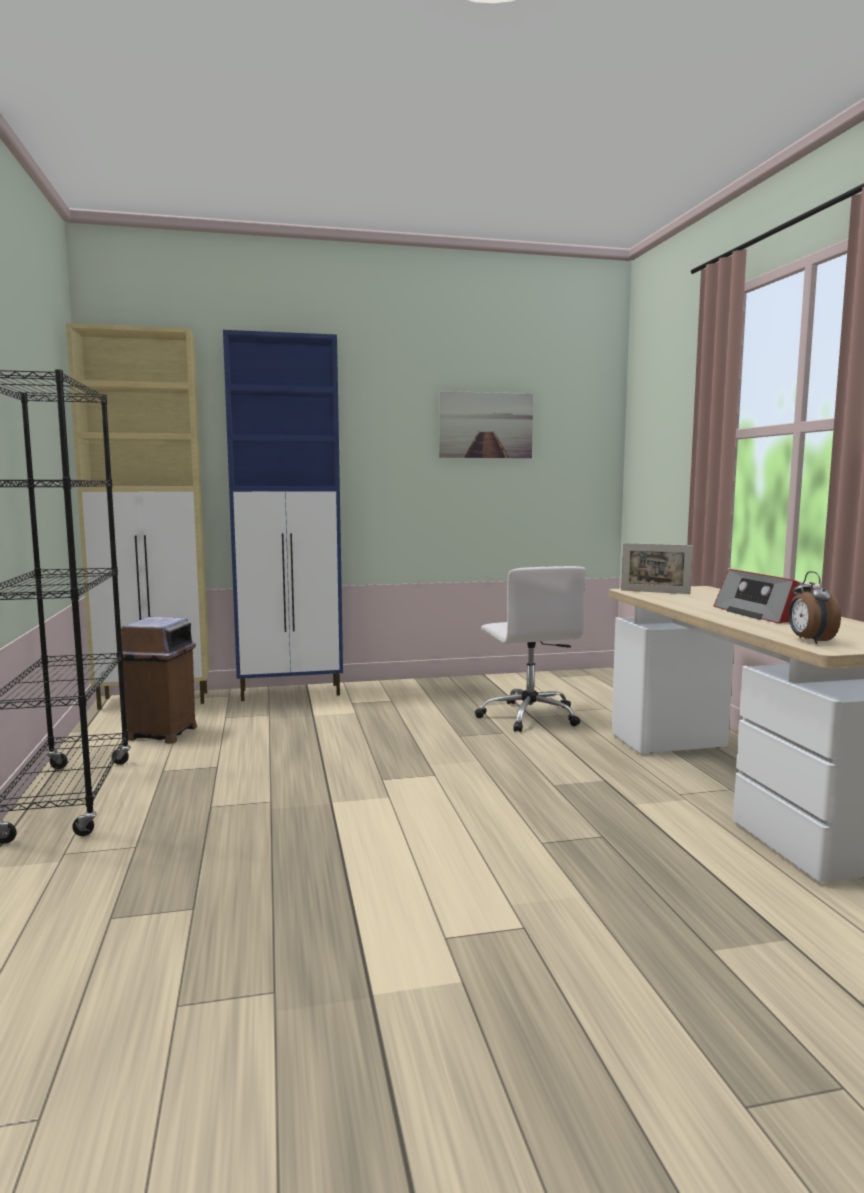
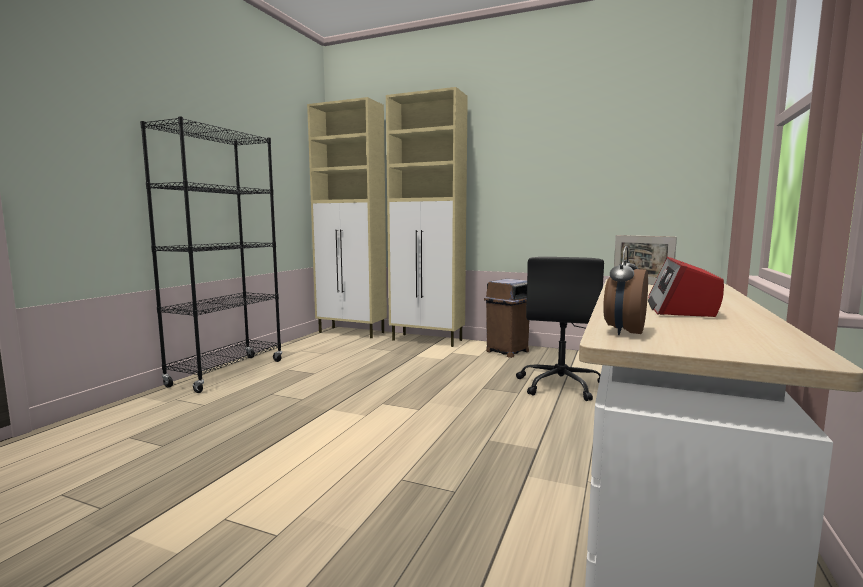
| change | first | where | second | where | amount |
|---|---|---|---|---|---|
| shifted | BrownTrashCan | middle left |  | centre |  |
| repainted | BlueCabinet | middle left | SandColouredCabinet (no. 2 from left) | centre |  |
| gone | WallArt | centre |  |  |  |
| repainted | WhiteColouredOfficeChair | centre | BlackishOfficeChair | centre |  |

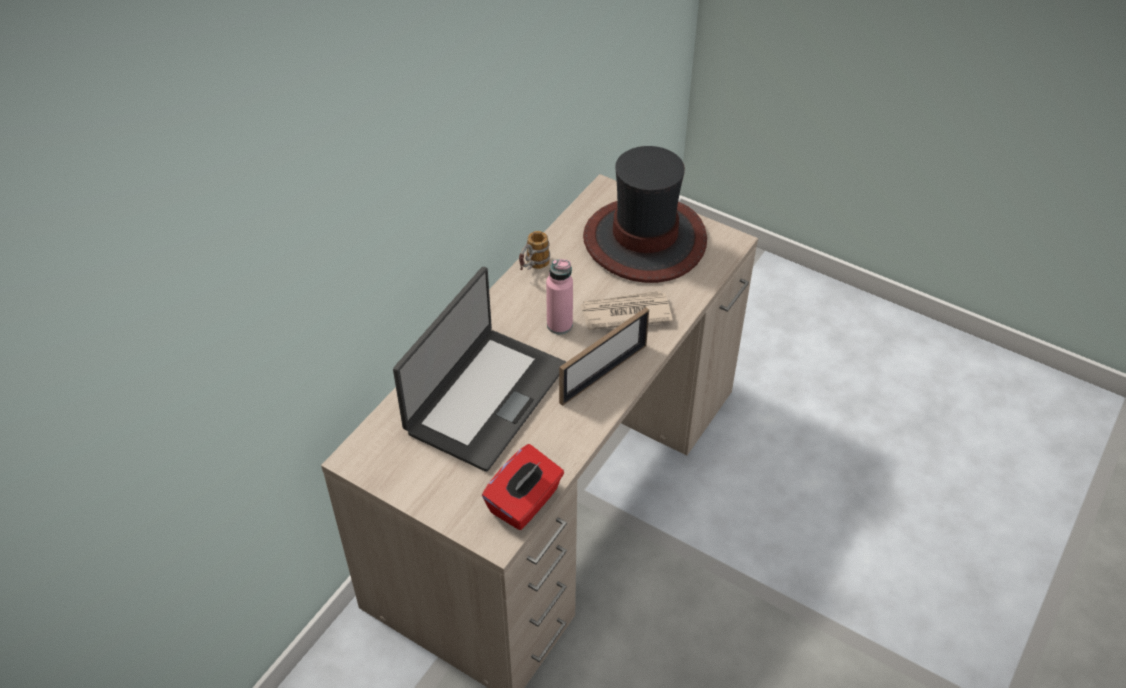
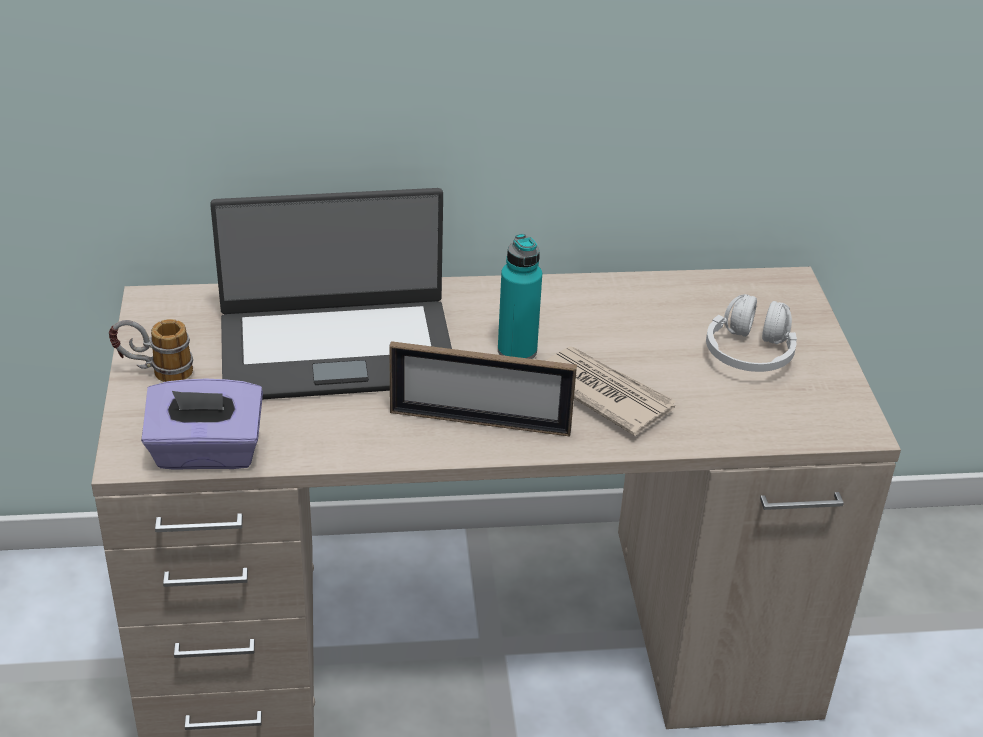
| change | first | where | second | where | amount |
|---|---|---|---|---|---|
| repainted | RedBoxOfTissues | bottom centre | PurpleColouredBoxOfTissues | middle left |  |
| shifted | Mug | centre |  | middle left |  |
| repainted | PinkColouredBeverageBottle | centre | BlueGreenBeverageBottle | centre |  |
| swapped | Hat | top centre | WhiteColouredHeadphones | middle right |  |

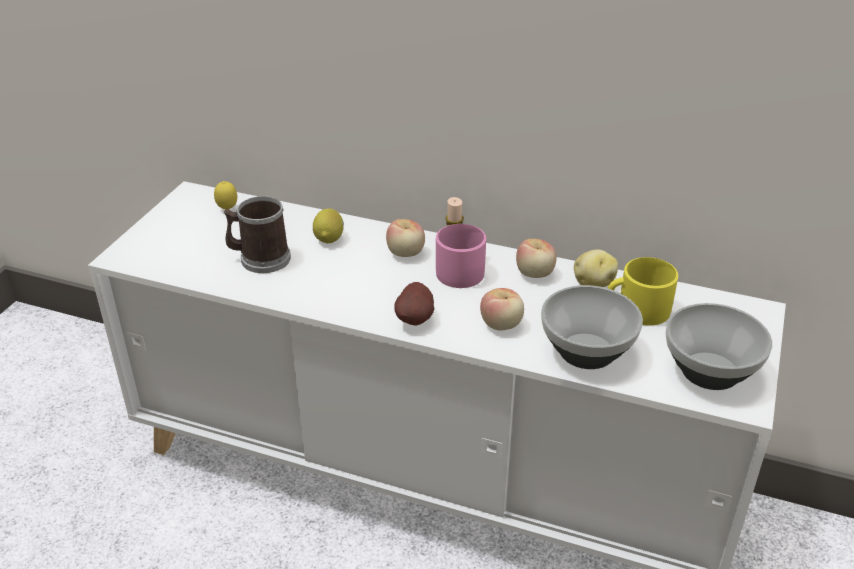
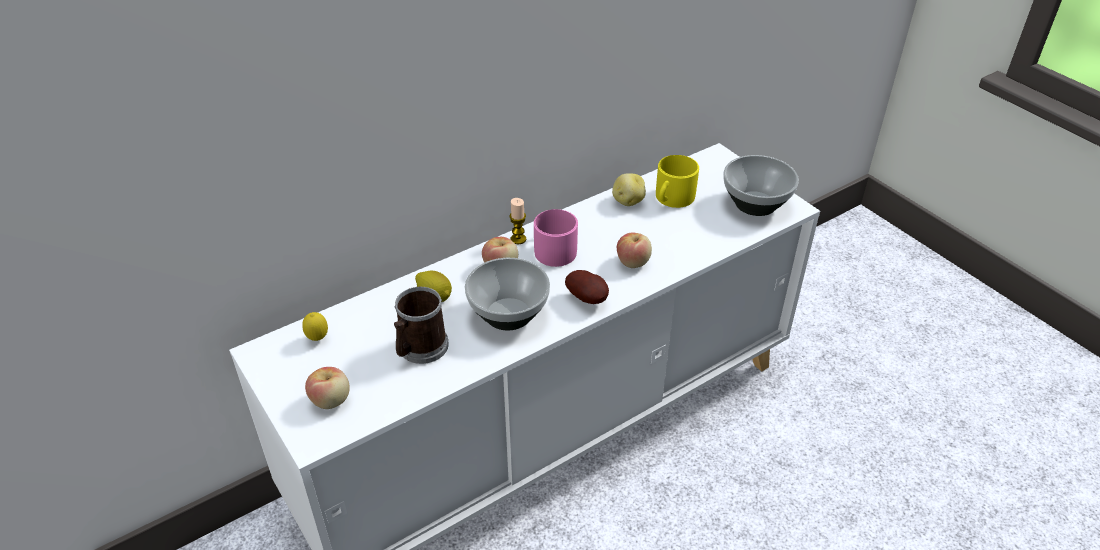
| change | first | where | second | where | amount |
|---|---|---|---|---|---|
| shifted | Apple (no. 3 from left in the first image) | centre | Apple (no. 1 from left) | bottom left |  |
| shifted | DeepDish (no. 1 from left) | middle right |  | centre |  |

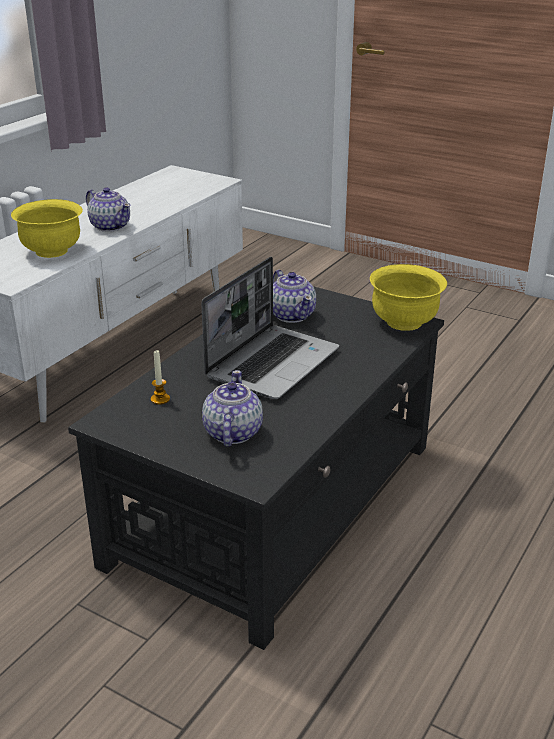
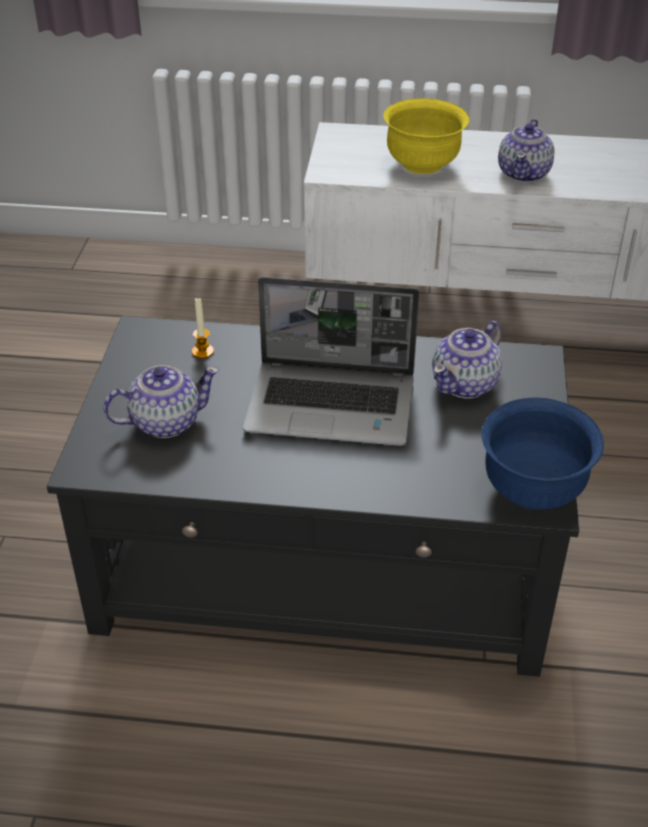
| change | first | where | second | where | amount |
|---|---|---|---|---|---|
| repainted | YellowishDeepDish (no. 2 from left) | middle right | BlueDeepDish | middle right |  |

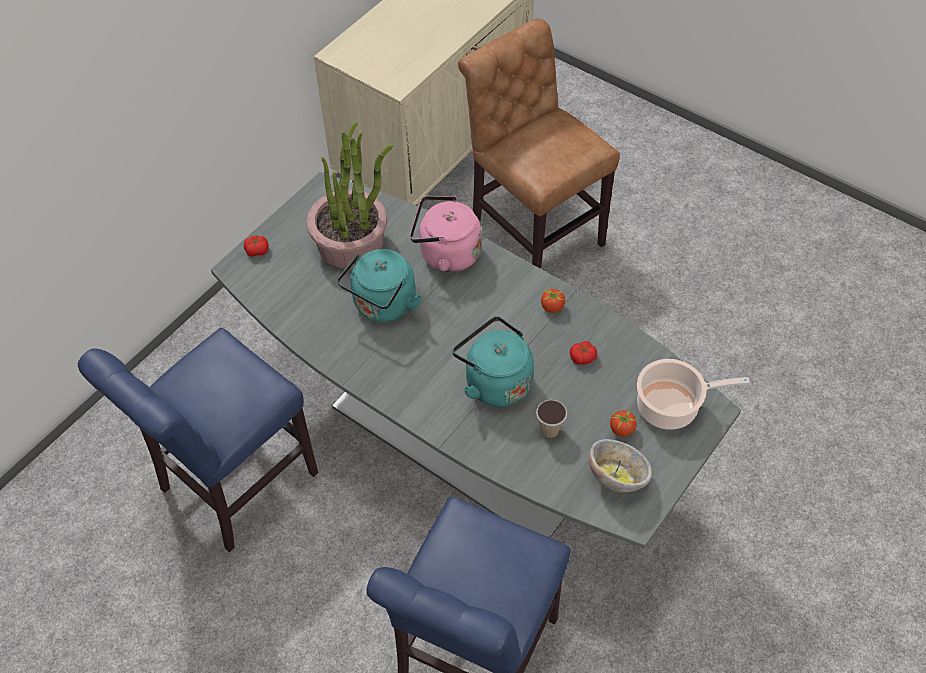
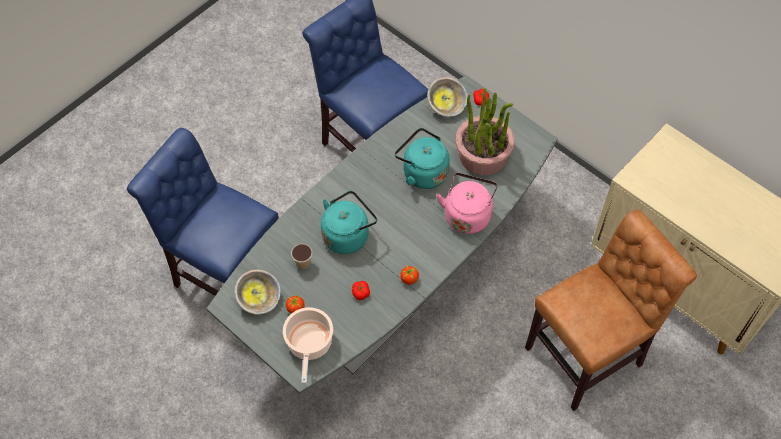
| change | first | where | second | where | amount |
|---|---|---|---|---|---|
| new |  |  | DeepDish (no. 2 from left) | top centre |  |

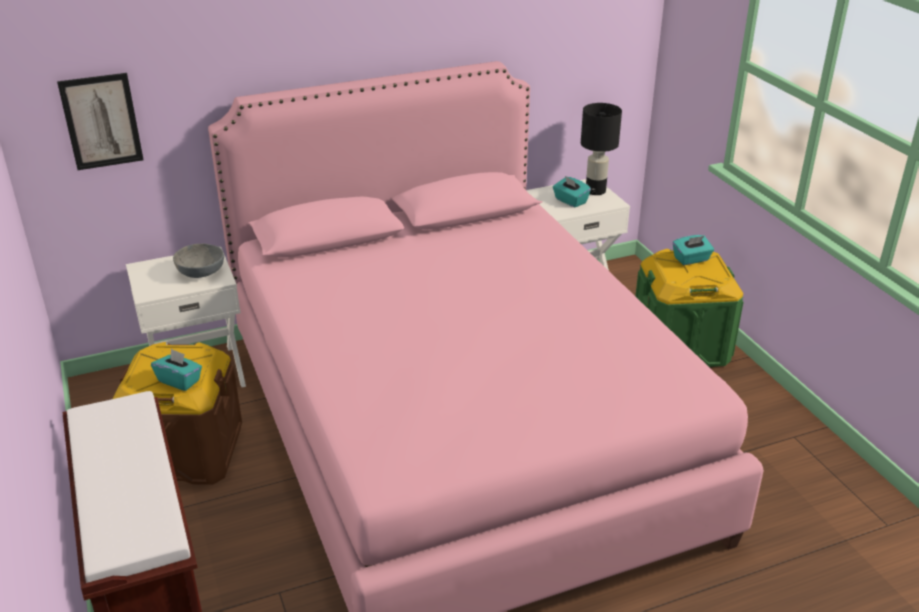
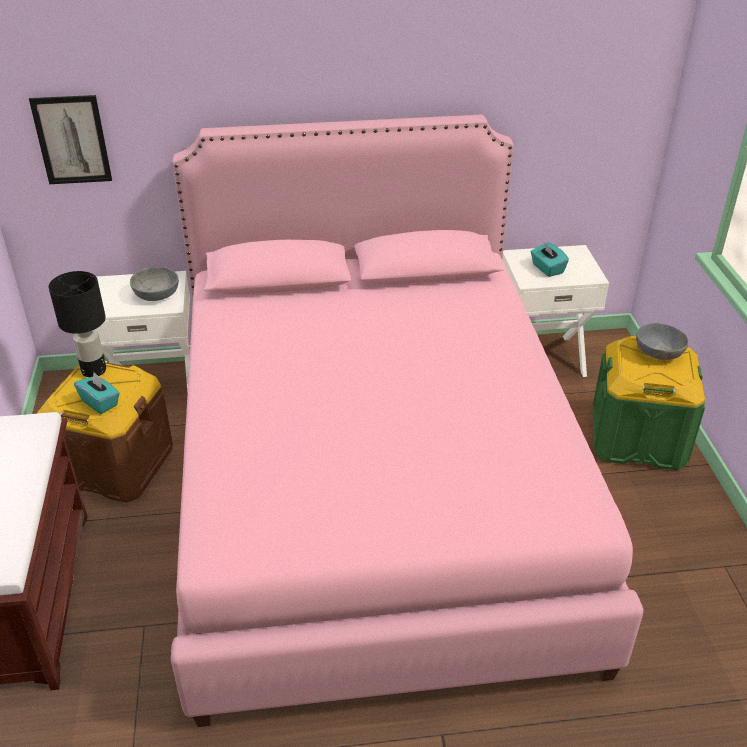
| change | first | where | second | where | amount |
|---|---|---|---|---|---|
| shifted | BlackishTableLamp | top centre |  | middle left |  |
| swapped | BlueGreenBoxOfTissues (no. 3 from left) | middle right | GreyDeepDish (no. 2 from left) | middle right |  |

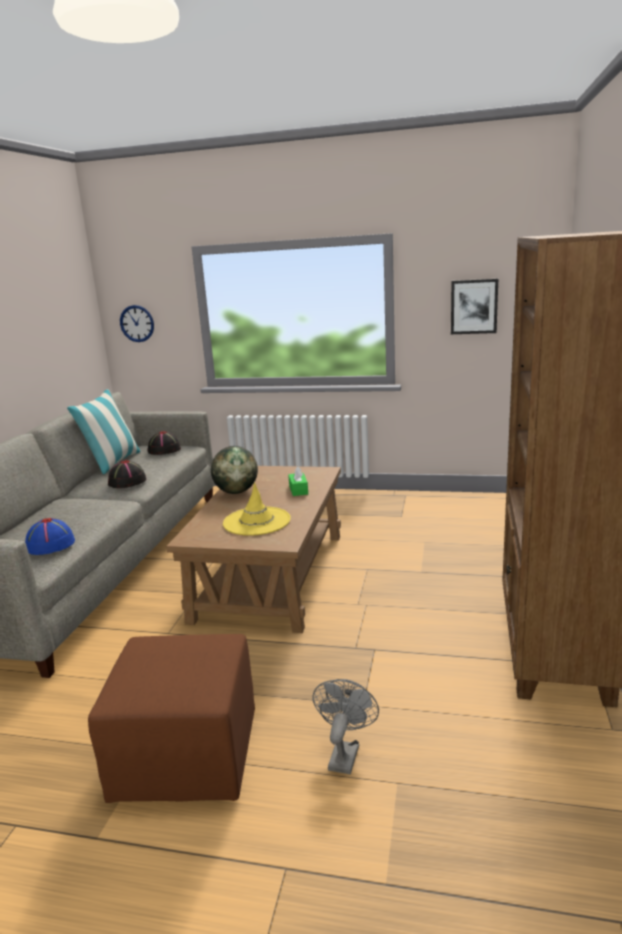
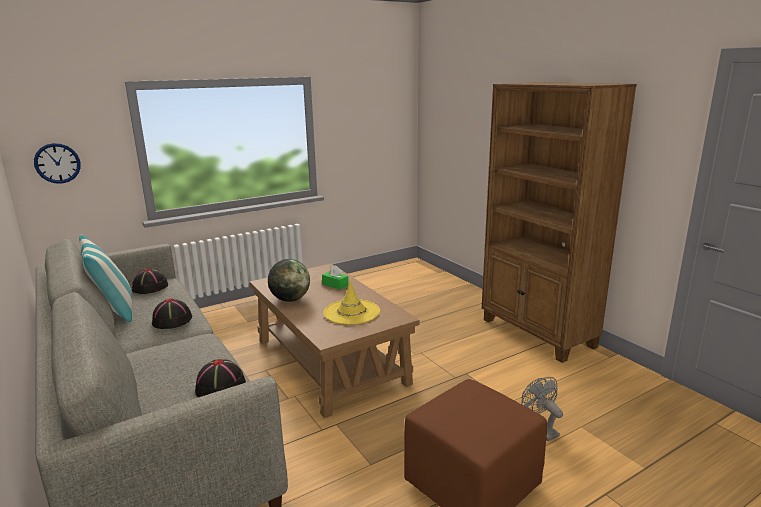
| change | first | where | second | where | amount |
|---|---|---|---|---|---|
| repainted | BlueHat | middle left | BlackishHat (no. 3 from left) | bottom left |  |
| gone | WallArt | top right |  |  |  |

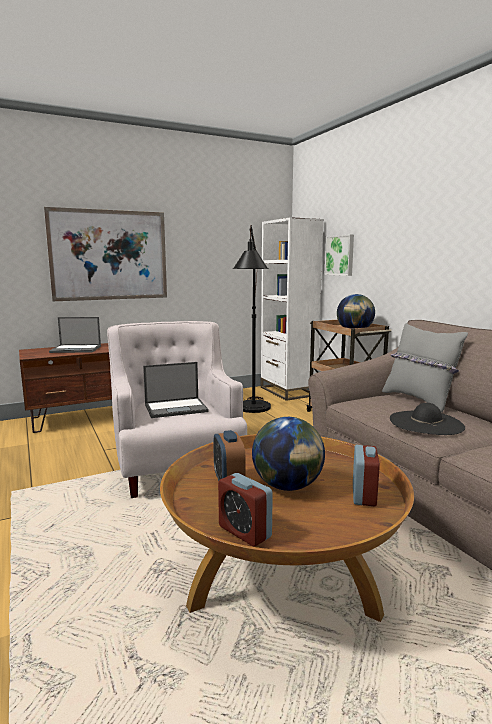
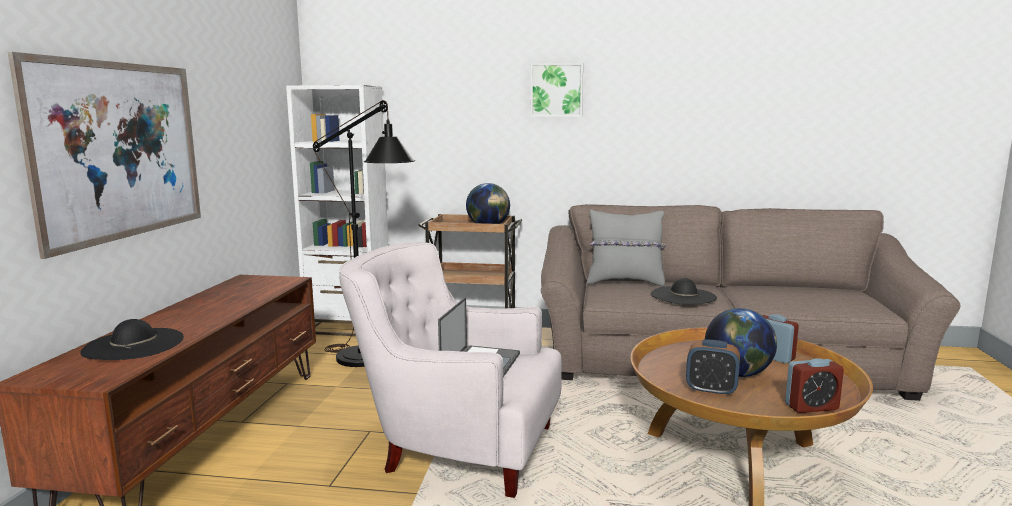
| change | first | where | second | where | amount |
|---|---|---|---|---|---|
| swapped | NotebookComputer (no. 1 from left) | middle left | BlackishHat (no. 1 from left) | bottom left |  |
| shifted | WallArt (no. 2 from left) | middle right |  | top centre |  |

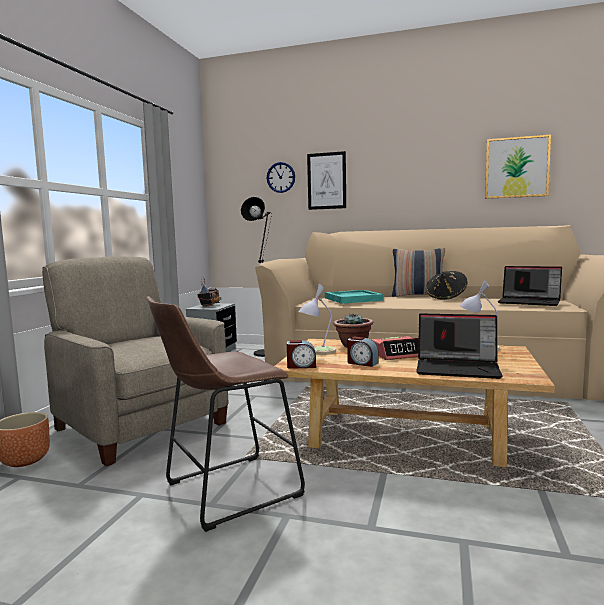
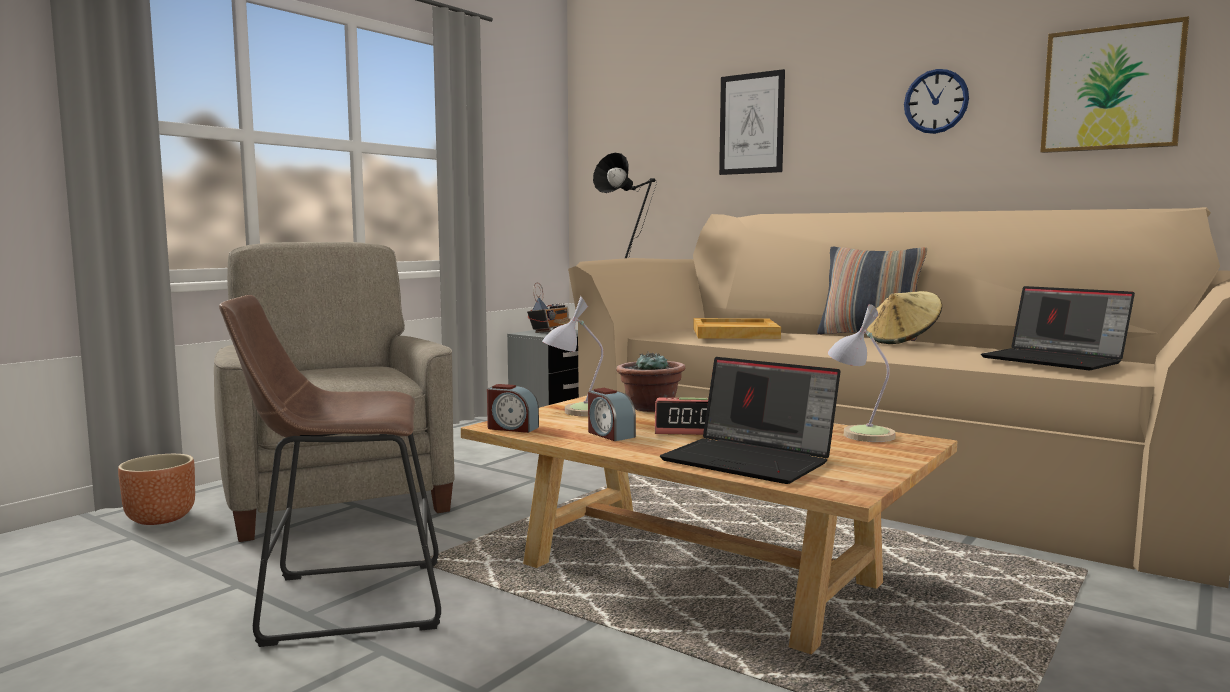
| change | first | where | second | where | amount |
|---|---|---|---|---|---|
| shifted | WallClock | top centre |  | top right |  |
| repainted | BlueGreenTray | centre | SandColouredTray | centre |  |
| repainted | BlackishHat | middle right | SandColouredHat | middle right |  |

